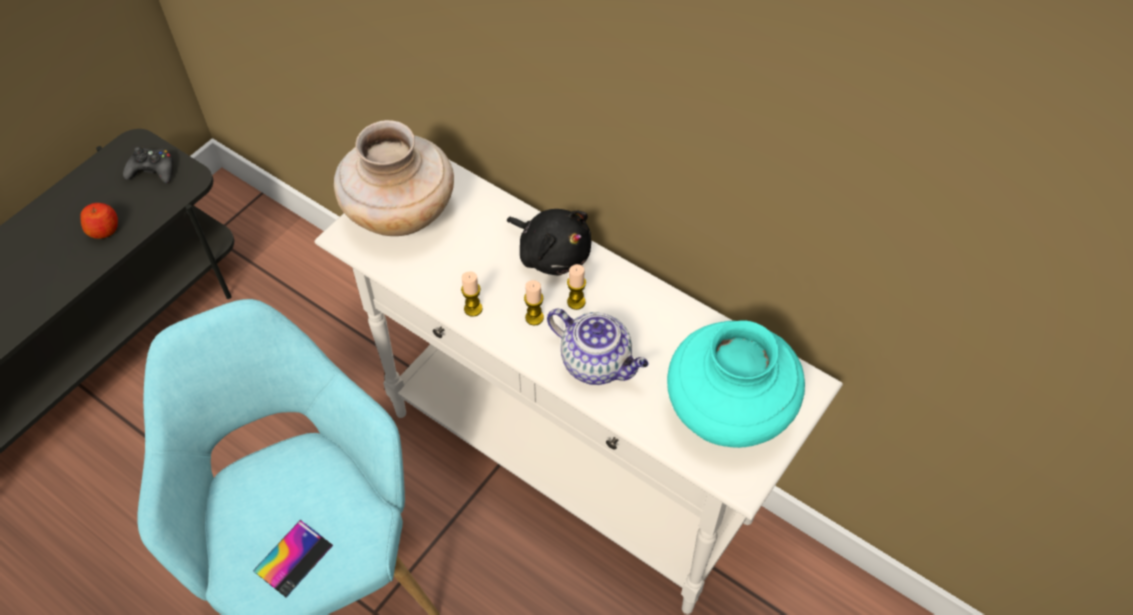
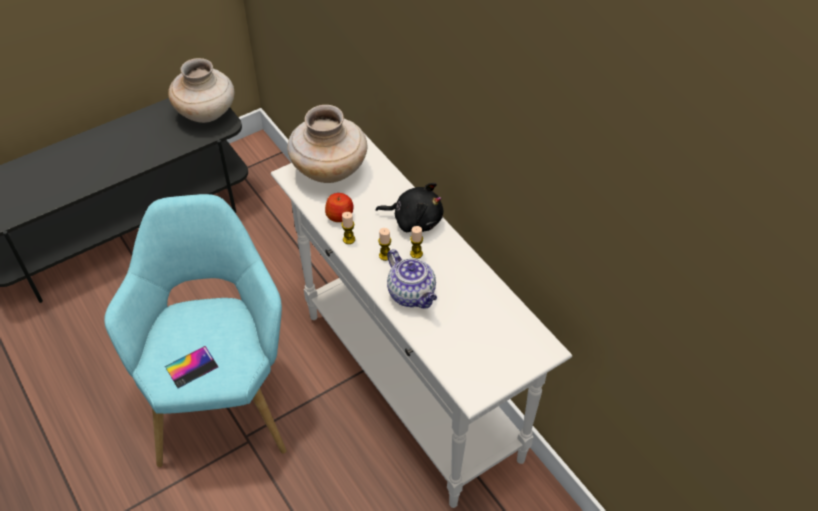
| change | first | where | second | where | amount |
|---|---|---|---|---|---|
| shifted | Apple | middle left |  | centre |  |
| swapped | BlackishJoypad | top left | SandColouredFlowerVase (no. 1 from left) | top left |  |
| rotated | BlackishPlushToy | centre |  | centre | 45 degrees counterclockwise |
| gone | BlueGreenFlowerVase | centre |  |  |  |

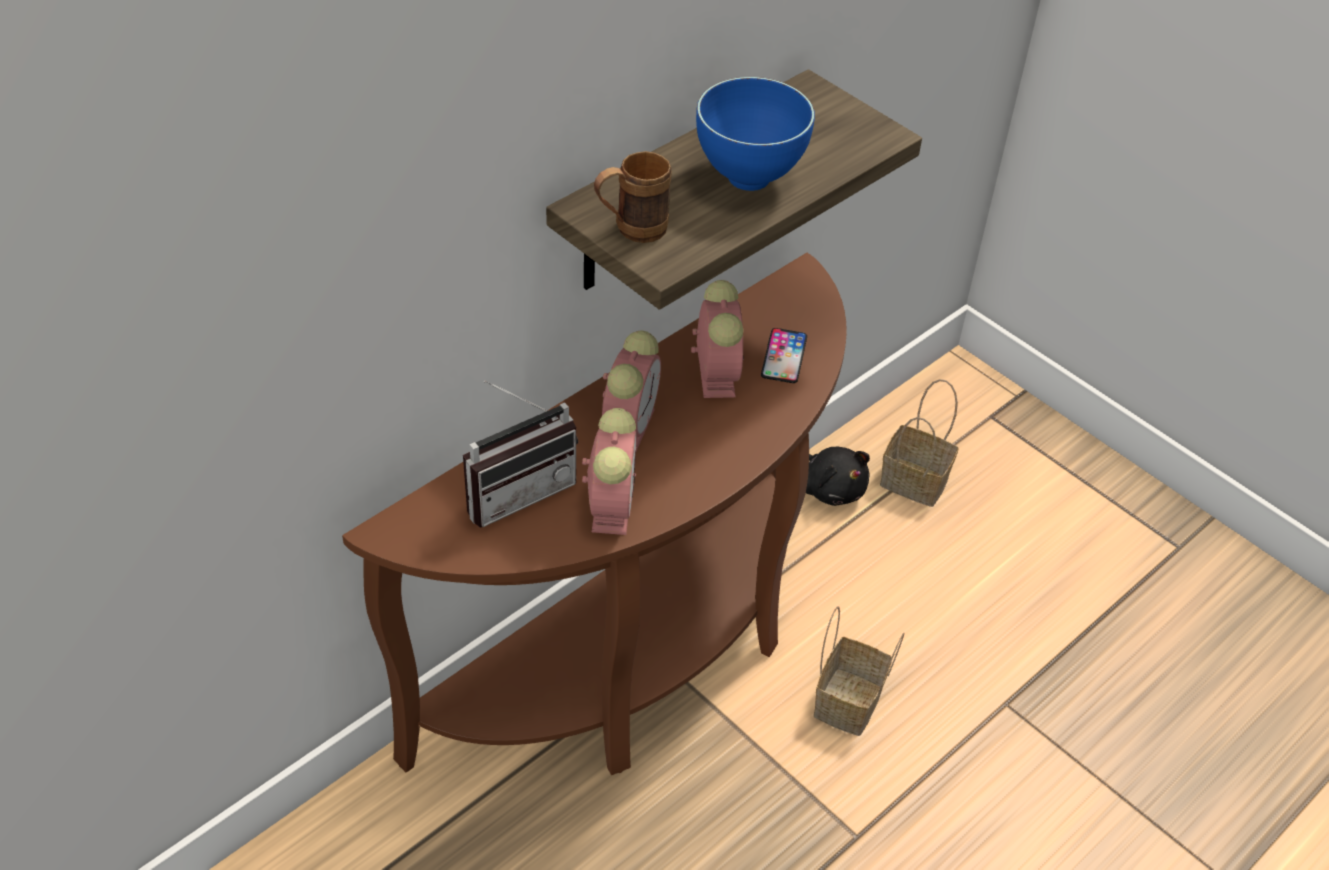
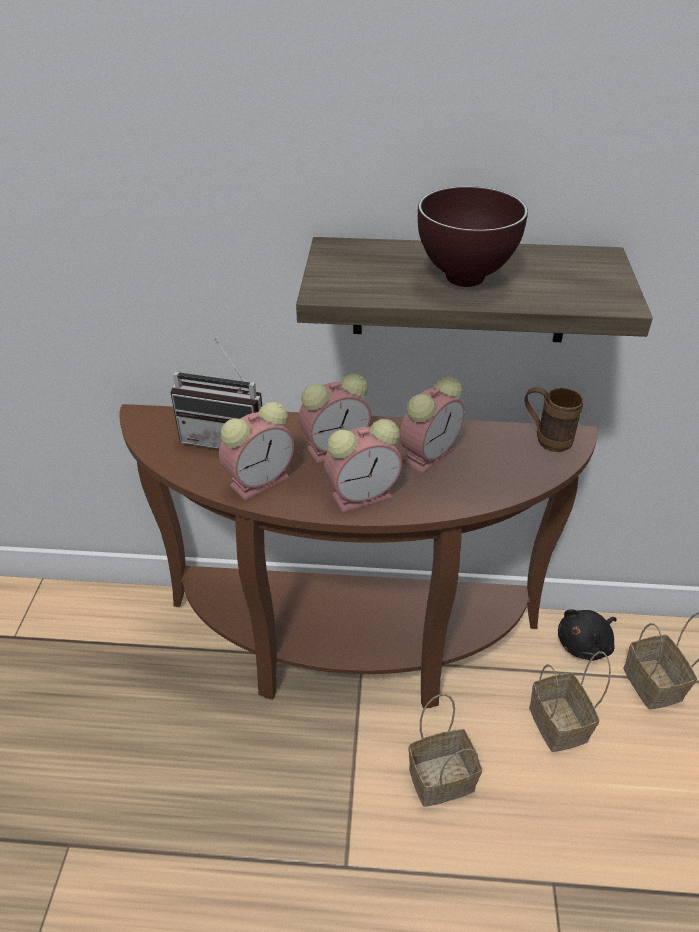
| change | first | where | second | where | amount |
|---|---|---|---|---|---|
| shifted | BrownMug | top centre |  | middle right |  |
| repainted | BlueDeepDish | top centre | BrownDeepDish | top right |  |
| gone | Telephone | centre |  |  |  |
| rotated | BlackishPlushToy | centre |  | bottom right | 45 degrees clockwise |
| new |  |  | BedsideClock (no. 3 from left) | centre |  |
| new |  |  | HouseholdBasket (no. 2 from left) | bottom right |  |

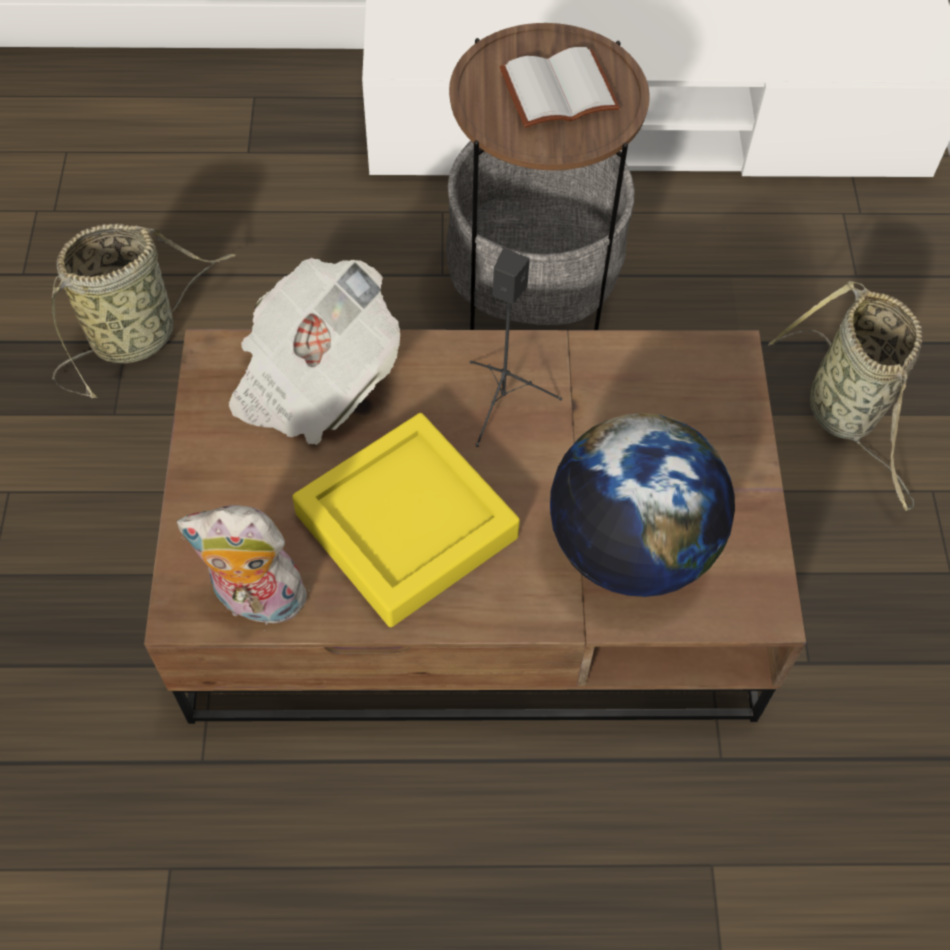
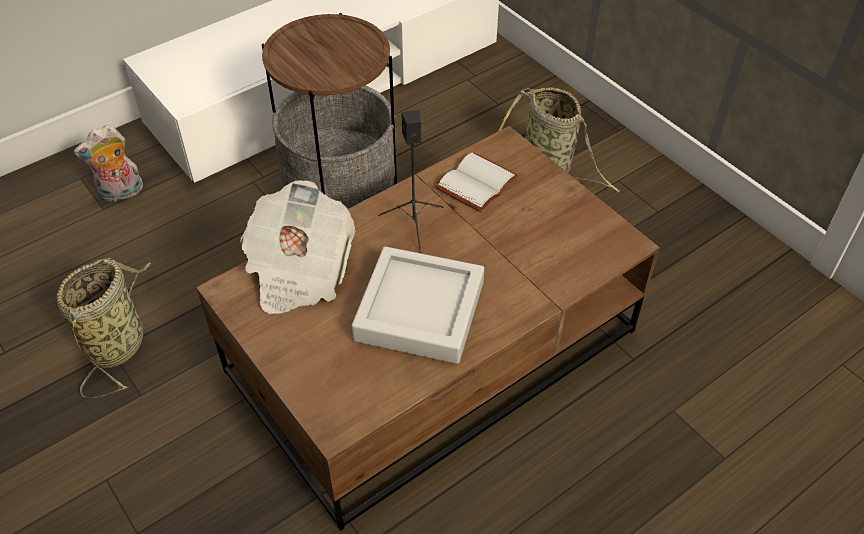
| change | first | where | second | where | amount |
|---|---|---|---|---|---|
| shifted | PlushToy | middle left |  | top left |  |
| repainted | YellowishTray | centre | GreyTray | centre |  |
| shifted | WhiteColouredBook | top centre |  | centre |  |
| gone | DeskGlobe | middle right |  |  |  |

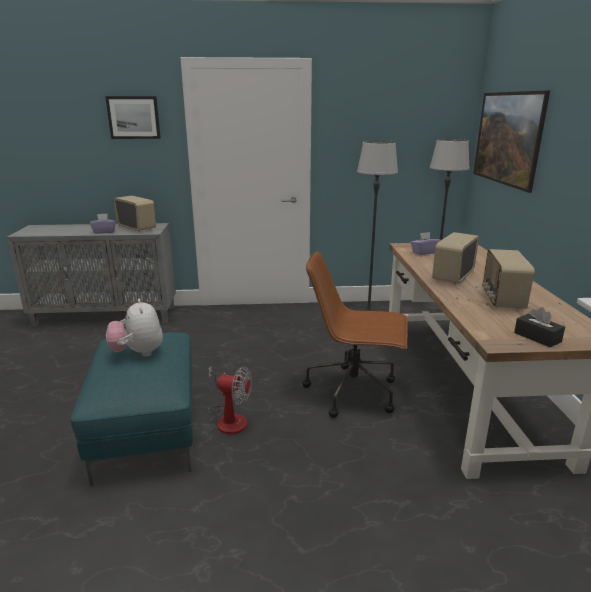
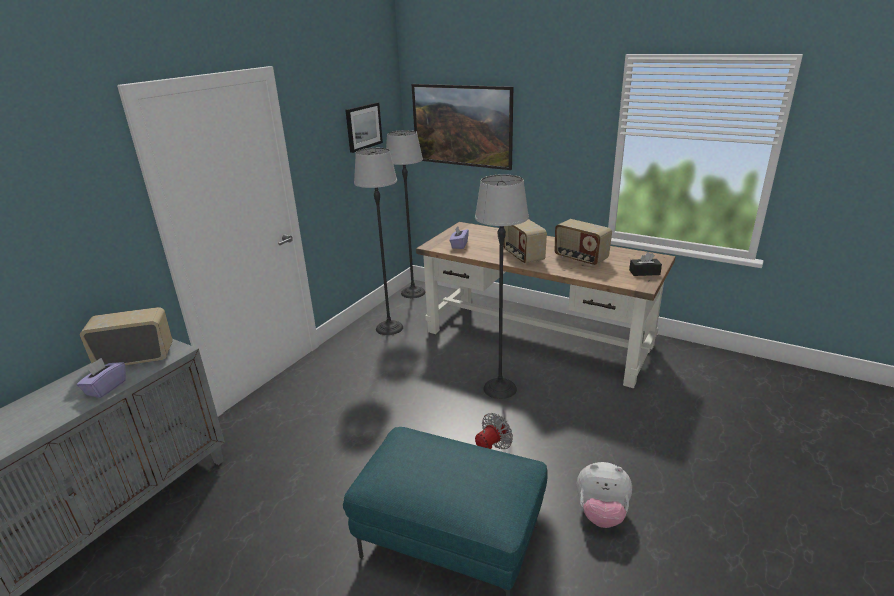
| change | first | where | second | where | amount |
|---|---|---|---|---|---|
| shifted | WallArt (no. 1 from left) | top left |  | top centre |  |
| shifted | PlushToy | middle left |  | bottom right |  |
| swapped | BrownOfficeChair | centre | StandardLamp (no. 3 from left) | centre |  |

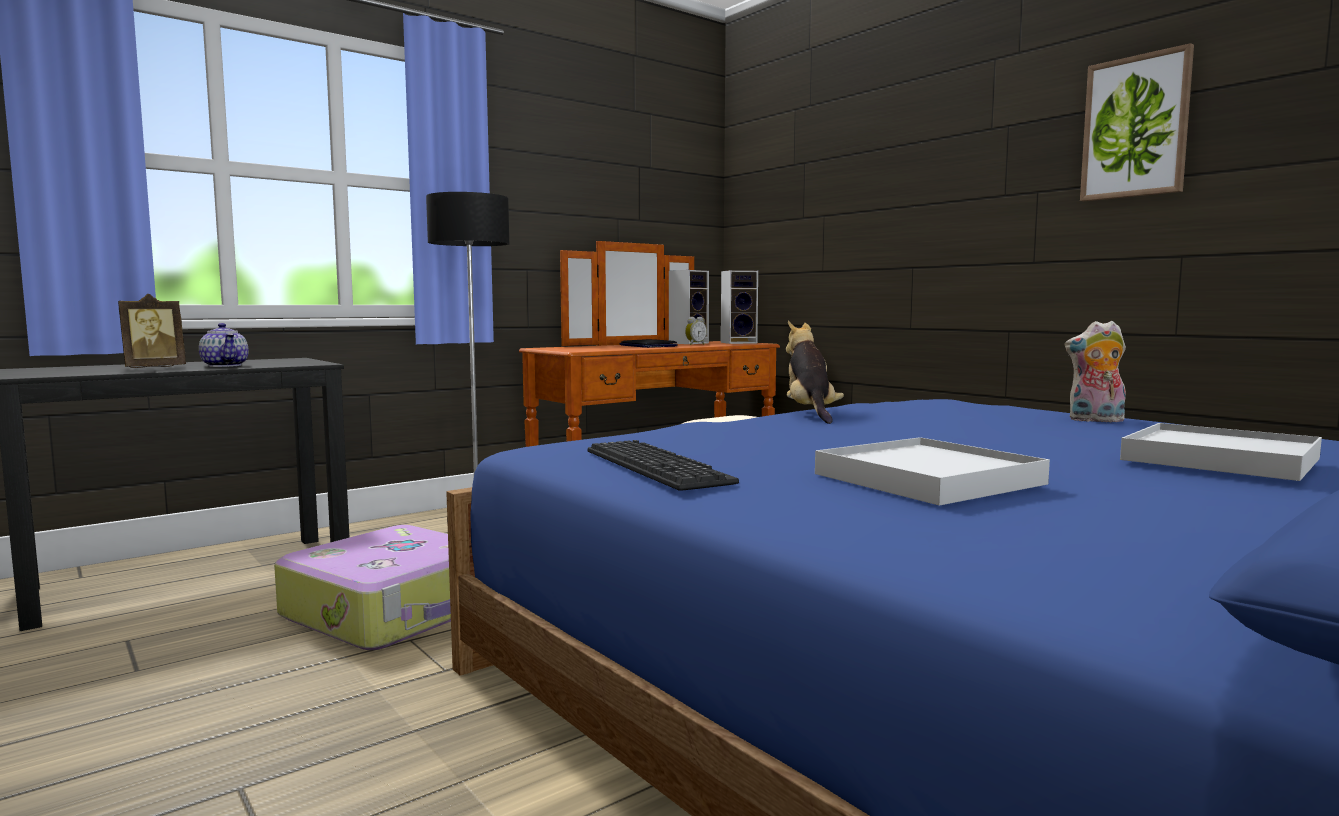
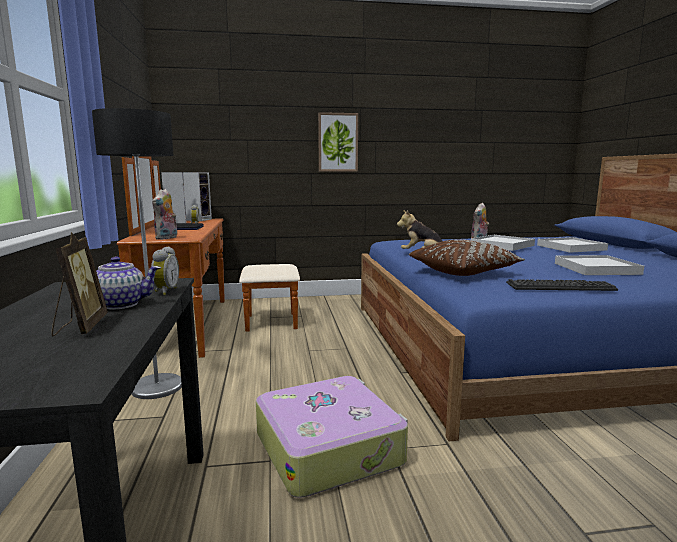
| change | first | where | second | where | amount |
|---|---|---|---|---|---|
| shifted | WallArt | top right |  | top centre |  |
| new |  |  | BedsideClock (no. 1 from left) | middle left |  |
| new |  |  | PlushToy (no. 1 from left) | middle left |  |
| new |  |  | BrownCushion | middle right |  |
| new |  |  | WhiteColouredTray (no. 1 from left) | middle right |  |

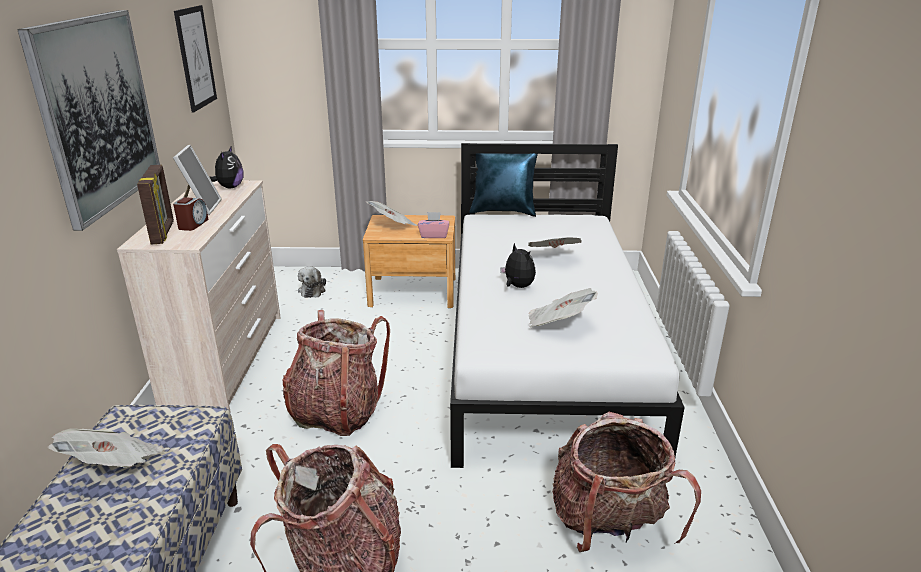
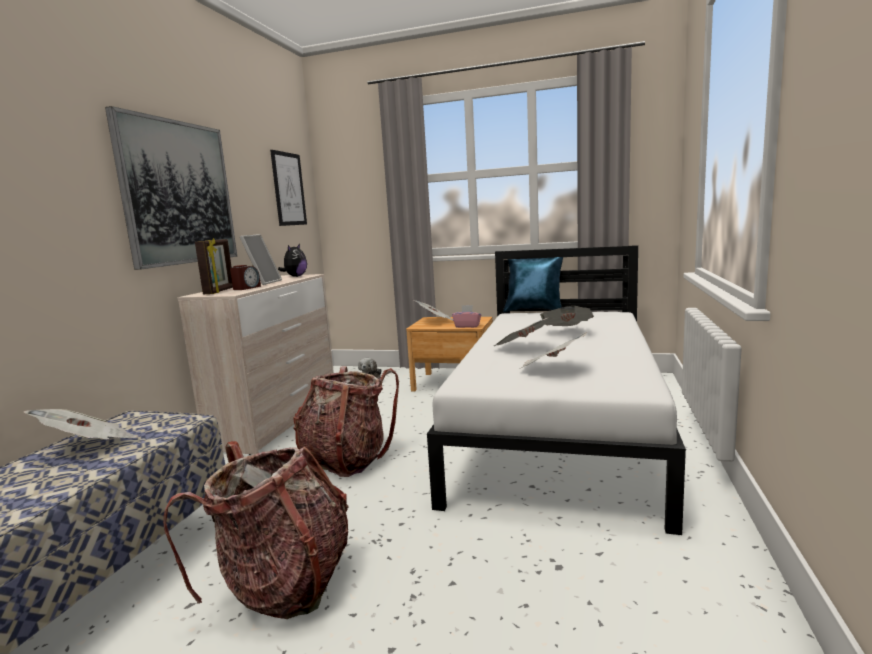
| change | first | where | second | where | amount |
|---|---|---|---|---|---|
| swapped | PlushToy (no. 3 from left) | centre | Newspaper (no. 3 from left) | centre |  |
| gone | Knapsack (no. 3 from left) | bottom right |  |  |  |

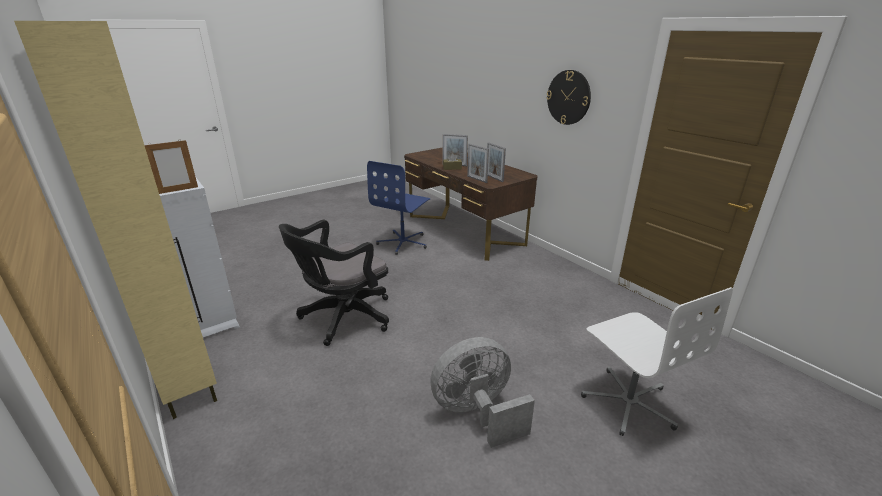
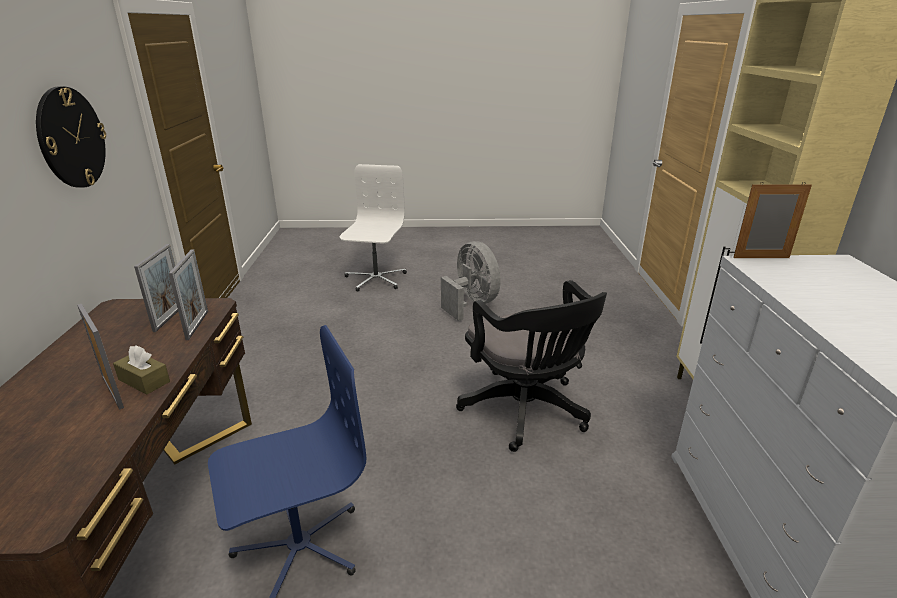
| change | first | where | second | where | amount |
|---|---|---|---|---|---|
| rotated | BlackishOfficeChair | centre |  | centre | 75 degrees clockwise |
| rotated | GreyCoolingFan | bottom centre |  | centre | 135 degrees counterclockwise |

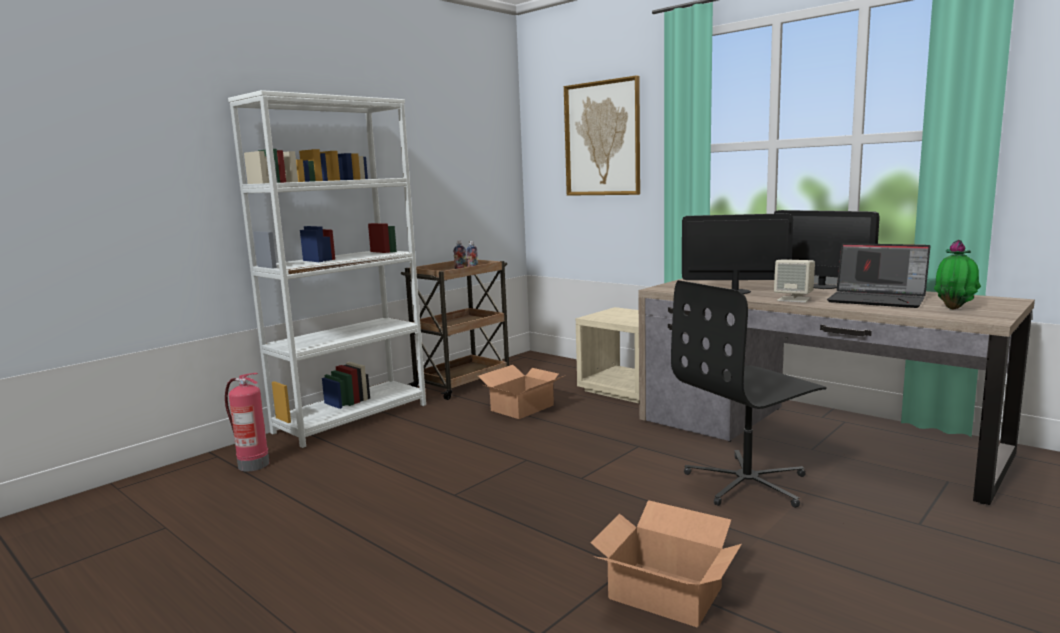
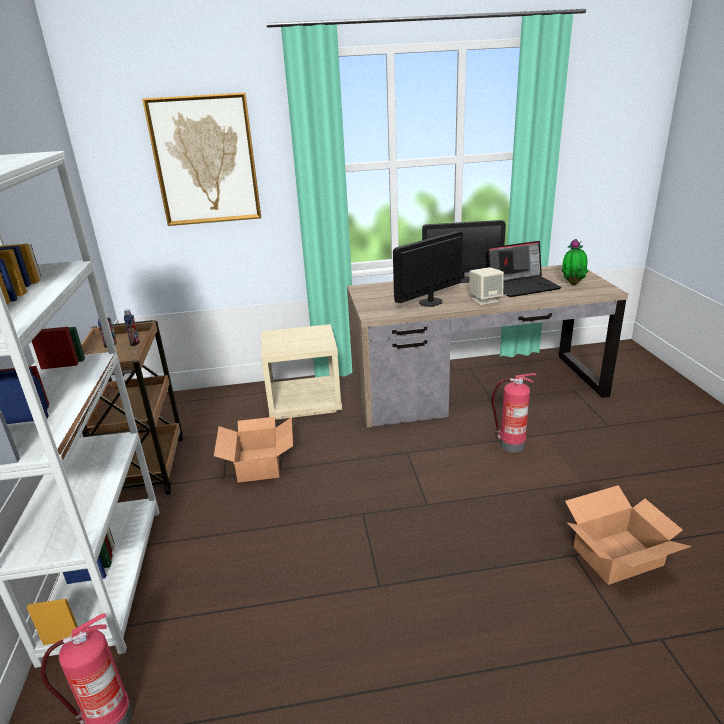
| change | first | where | second | where | amount |
|---|---|---|---|---|---|
| swapped | BlackishOfficeChair | middle right | Extinguisher (no. 2 from left) | middle right |  |

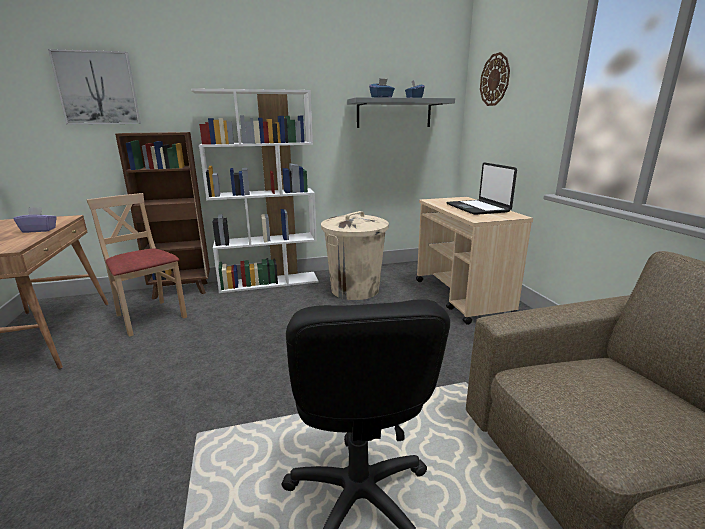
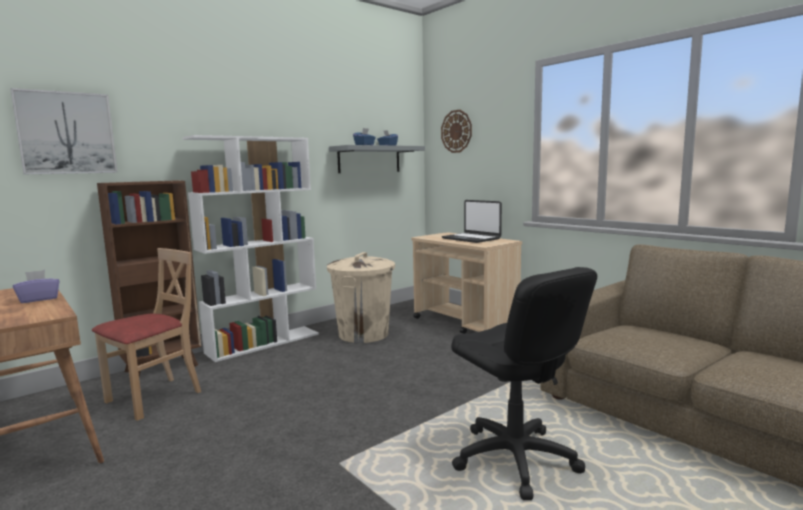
| change | first | where | second | where | amount |
|---|---|---|---|---|---|
| rotated | SandColouredPlainChair | middle left |  | middle left | 105 degrees clockwise |

